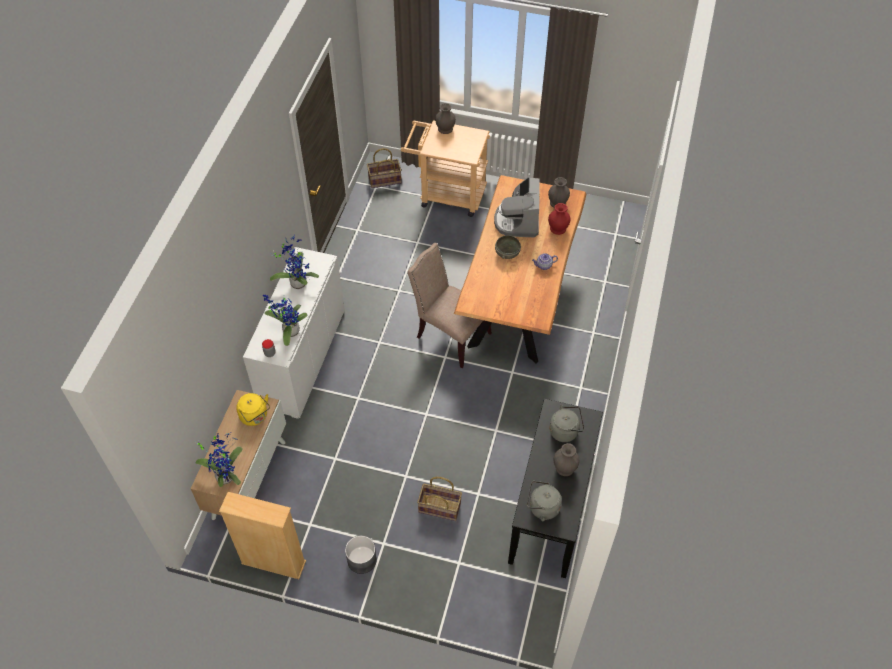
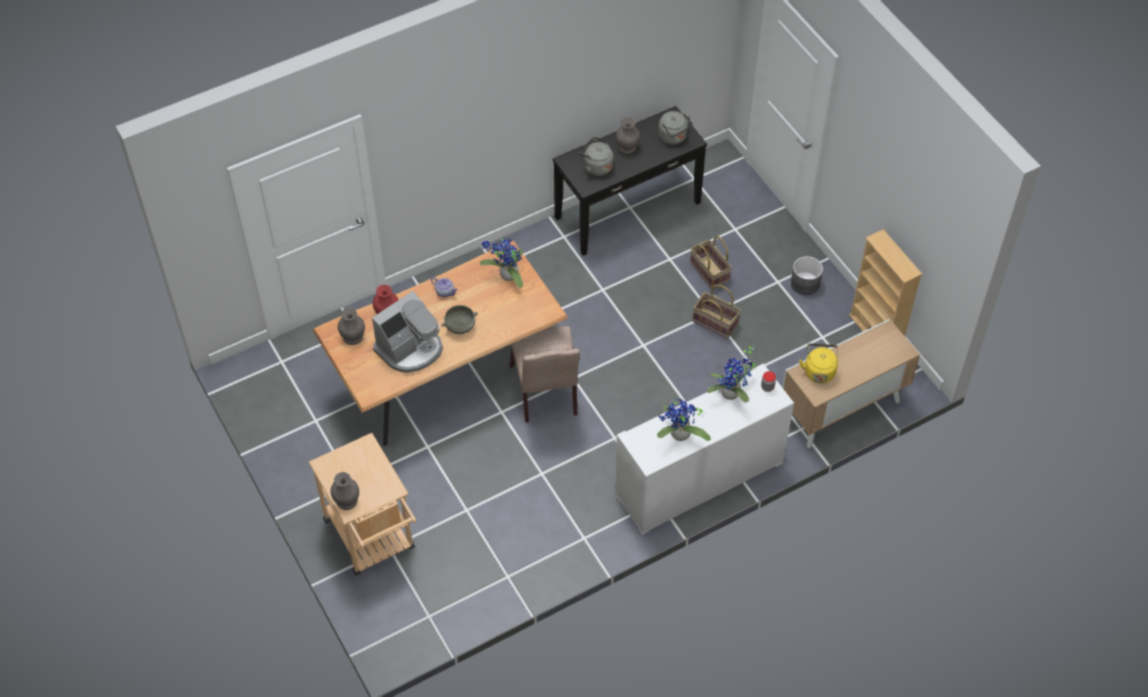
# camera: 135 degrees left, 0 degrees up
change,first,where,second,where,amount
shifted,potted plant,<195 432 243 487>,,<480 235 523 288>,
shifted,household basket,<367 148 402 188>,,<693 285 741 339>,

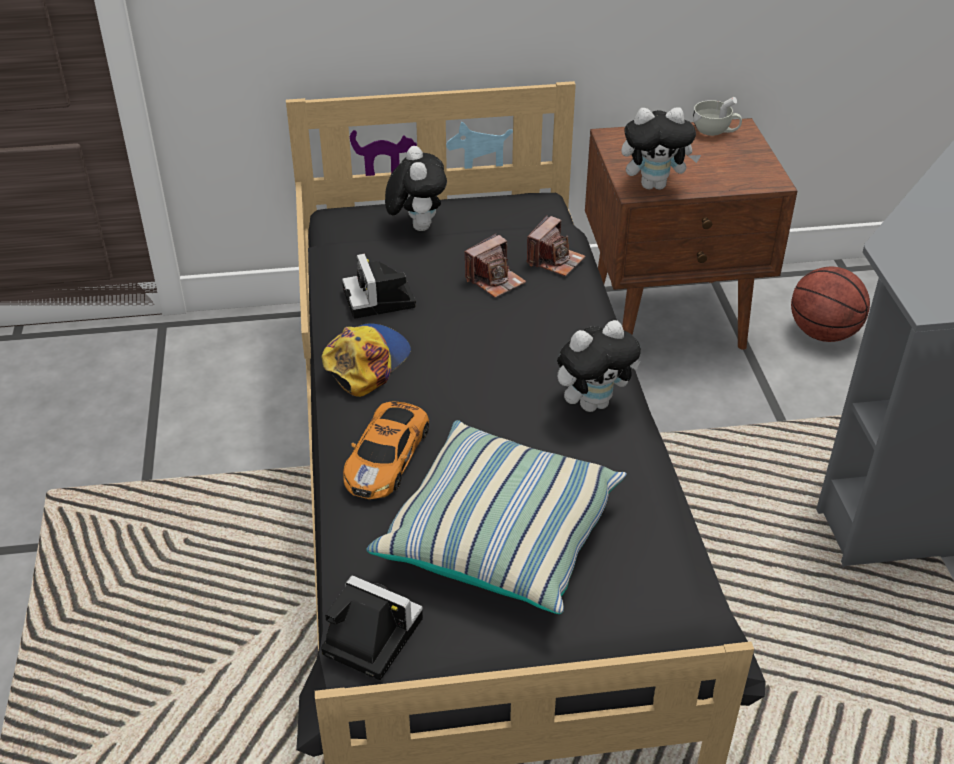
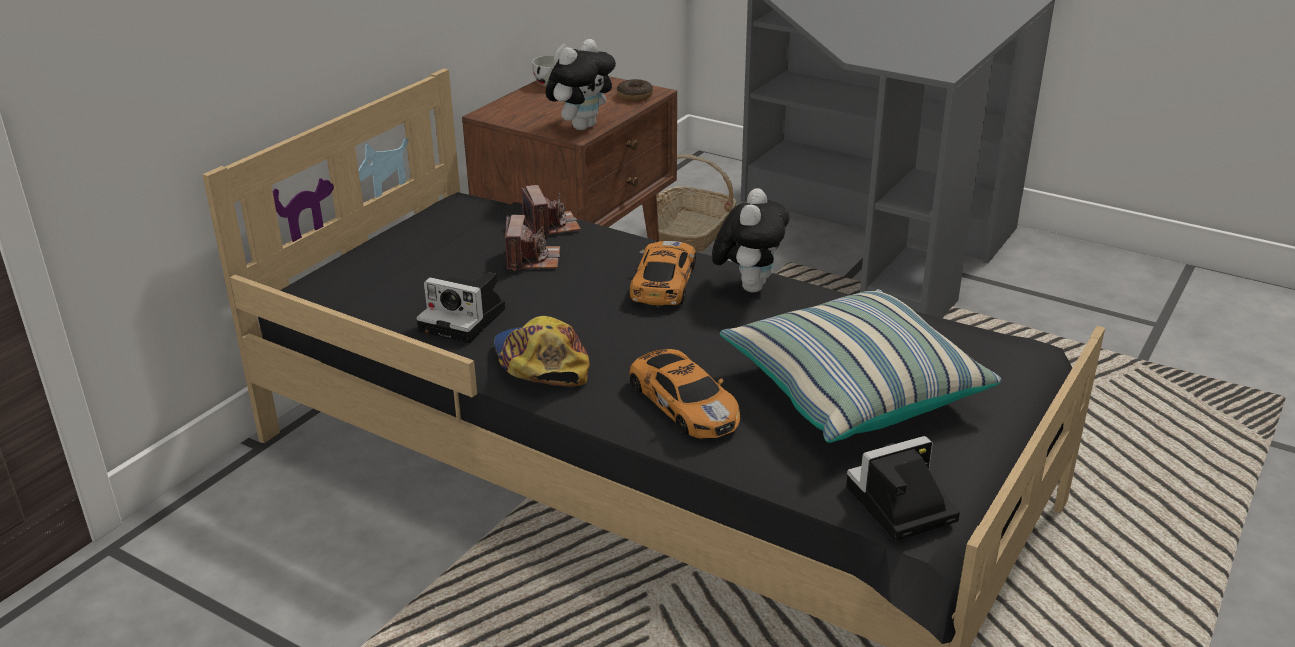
# camera: 50 degrees left, 10 degrees down
change,first,where,second,where,amount
new,,,doughnut,<617 79 653 101>,
new,,,model car,<630 241 696 306>,
swapped,basketball ball,<791 267 870 342>,household basket,<656 154 737 252>,
gone,plush toy,<385 146 447 231>,,,

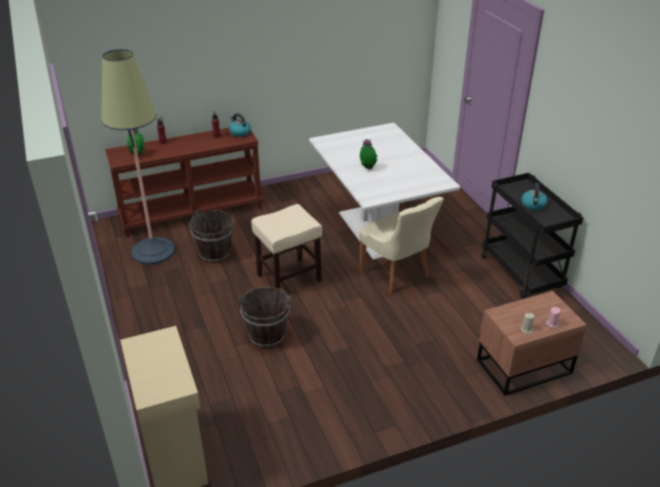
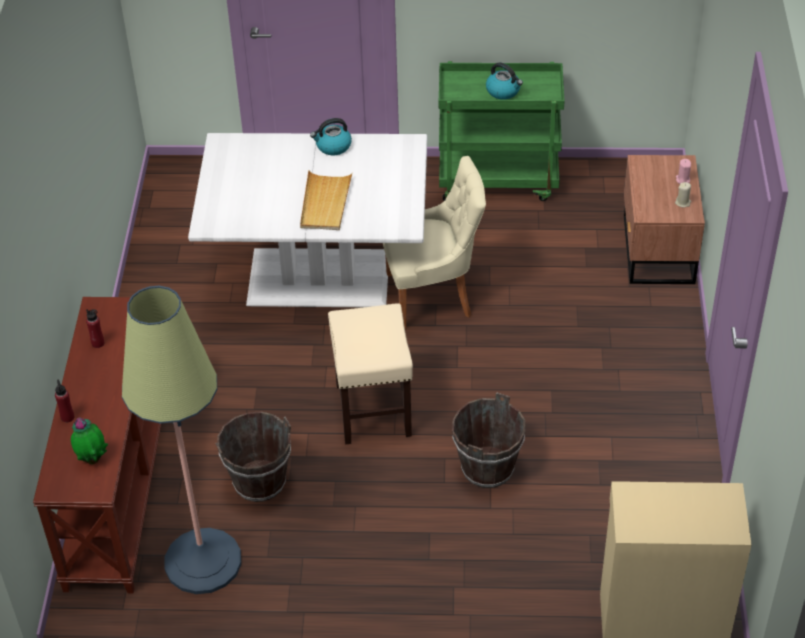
# camera: 65 degrees left, 10 degrees up
change,first,where,second,where,amount
swapped,potted plant,<360 139 377 169>,sand-coloured serving tray,<300 170 353 230>,
shifted,tea kettle,<229 113 251 137>,,<310 118 352 155>,
repainted,blackish cart,<481 173 583 299>,green cart,<439 61 564 201>,

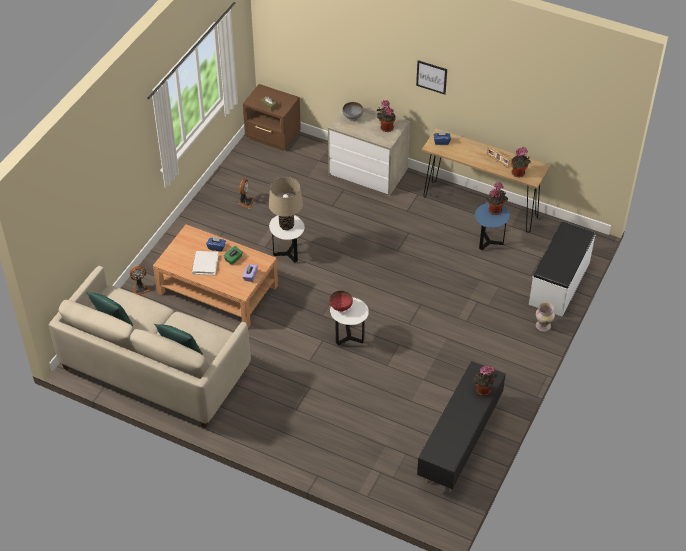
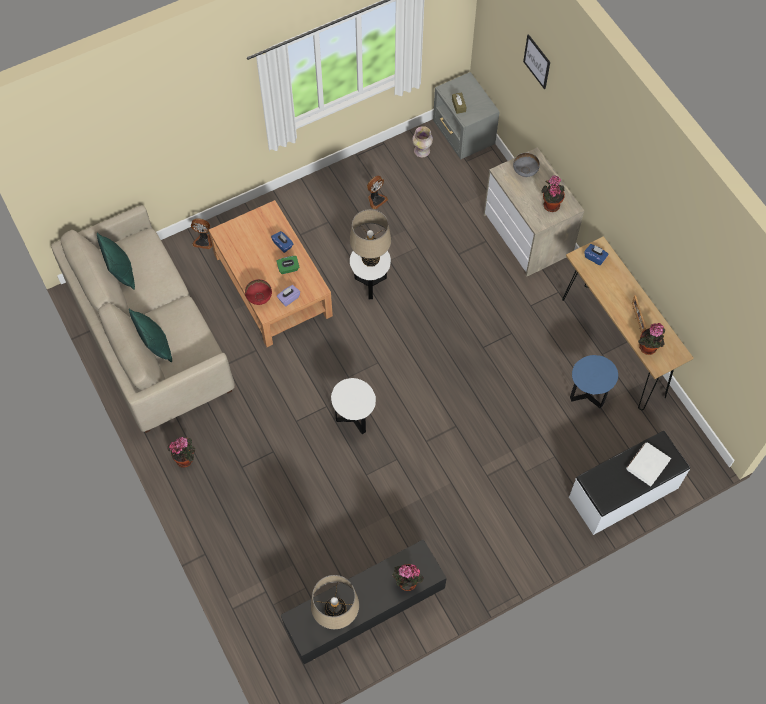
# camera: 35 degrees right, 15 degrees up
change,first,where,second,where,amount
shifted,potted plant,<486 182 508 215>,,<167 437 195 467>,
shifted,red-coloured deep dish,<330 291 353 312>,,<245 279 272 305>,
new,,,sand-coloured lamp for a table,<311 575 359 629>,
shifted,decorative vase,<536 302 555 332>,,<412 126 433 157>,
repainted,brown nightstand,<243 84 301 151>,grey nightstand,<433 72 500 159>,
shifted,picture,<416 60 447 95>,,<523 34 550 89>,
shifted,white bound book,<192 251 219 275>,,<626 443 671 486>,

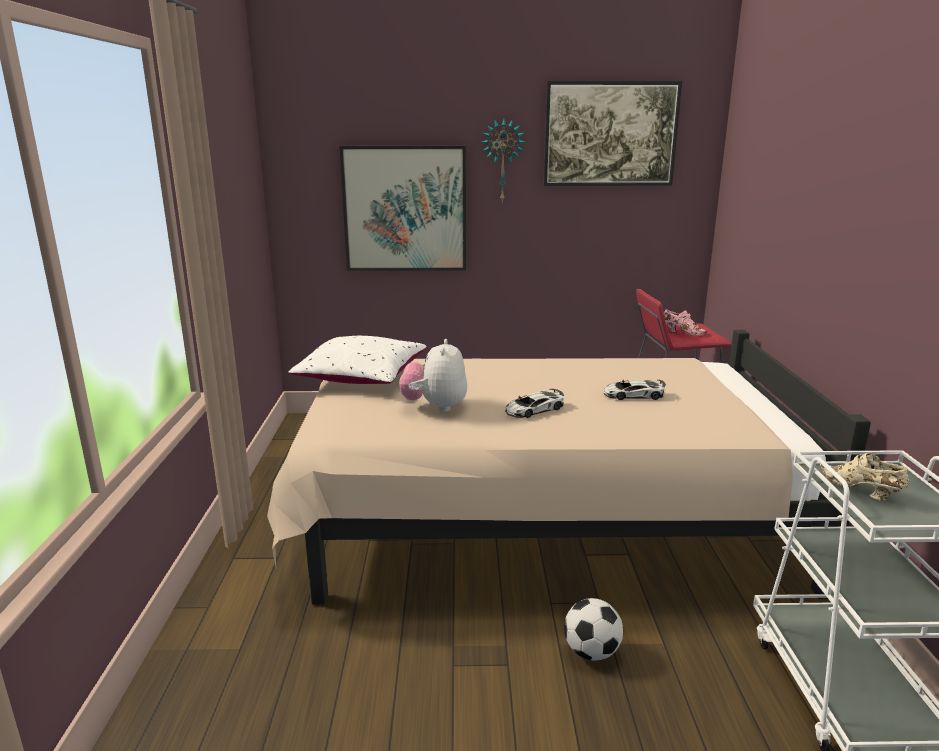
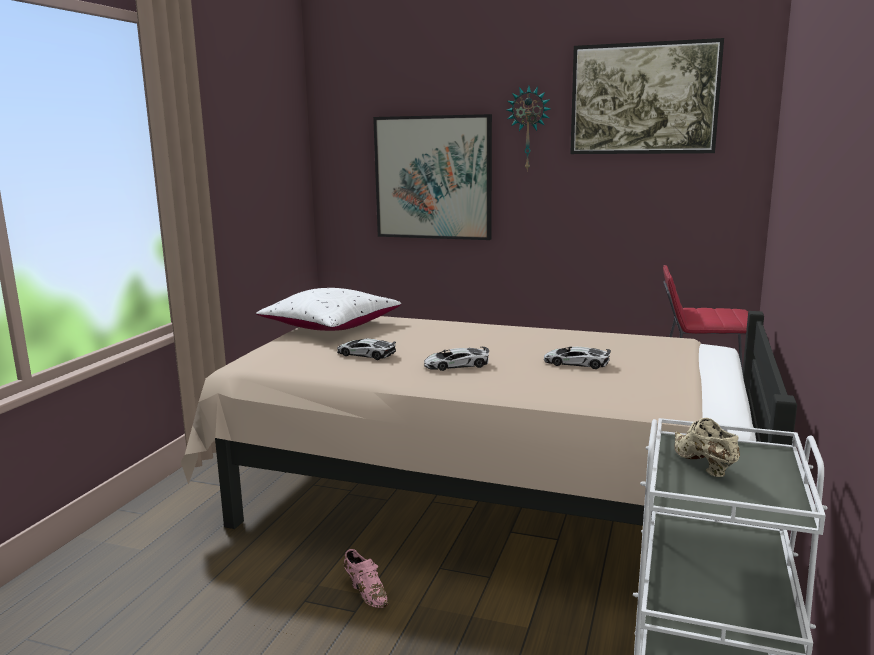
# camera: 20 degrees right, 5 degrees down
change,first,where,second,where,amount
swapped,plush toy,<399 339 467 412>,model car,<337 339 396 360>,
shifted,pink item of footwear,<664 309 708 336>,,<344 549 388 608>,
gone,ball for football,<564 598 623 661>,,,

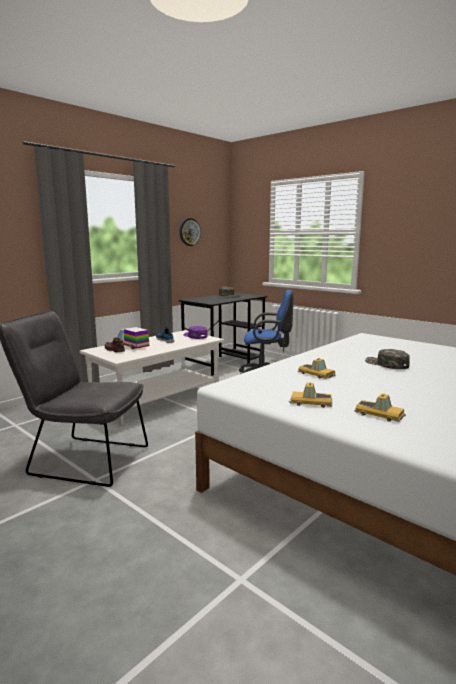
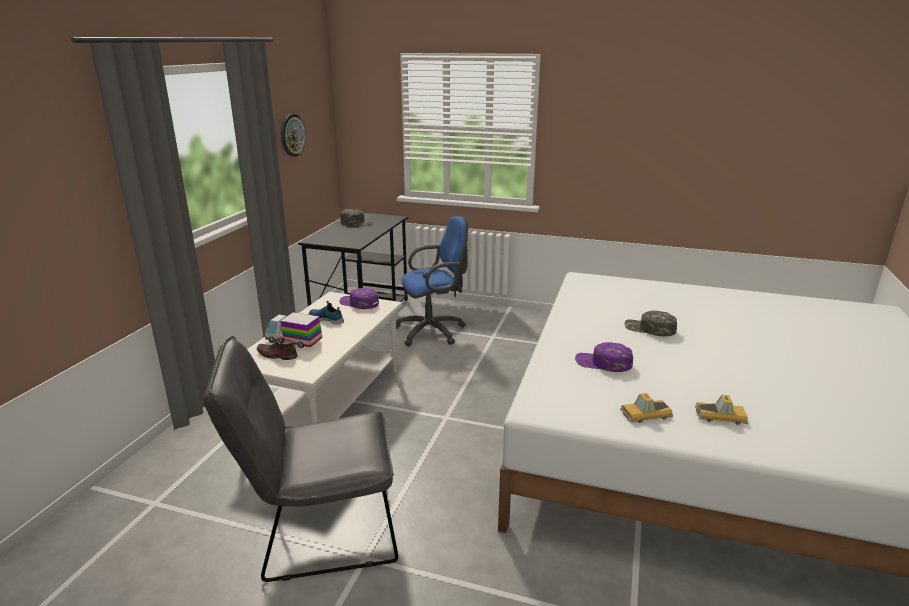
# camera: 25 degrees left, 10 degrees up
change,first,where,second,where,amount
swapped,model car,<298 358 336 379>,purple-coloured peaked cap,<575 342 633 372>,

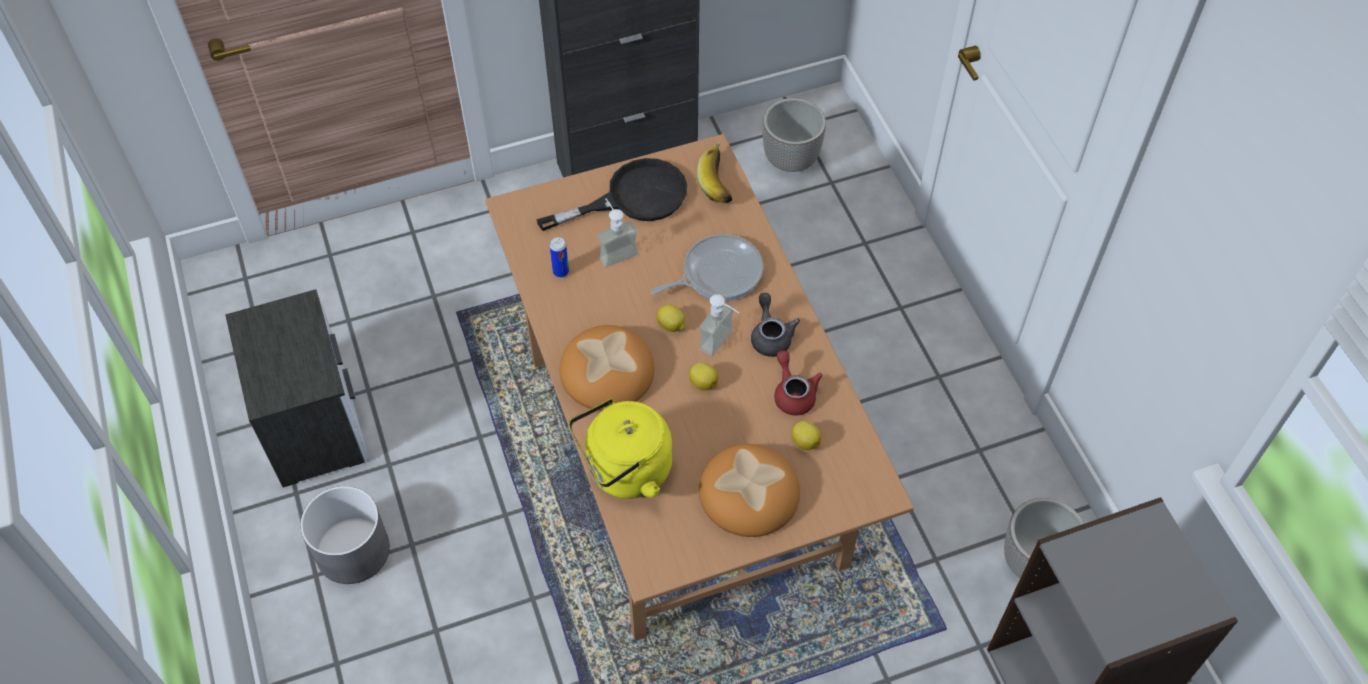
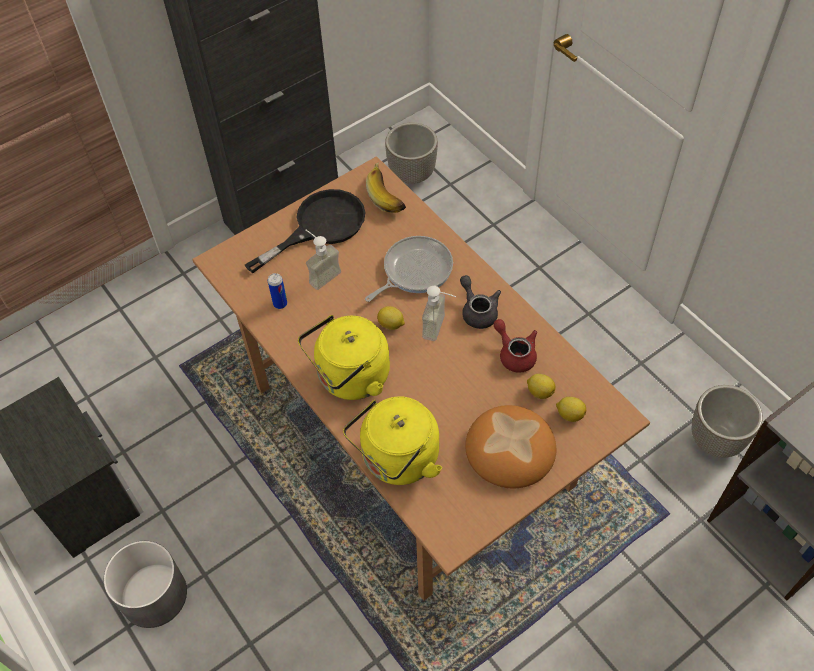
# camera: 15 degrees left, 0 degrees up
change,first,where,second,where,amount
swapped,bakery bread,<560 325 654 411>,yellow-coloured tea kettle,<298 315 390 400>,
shifted,whole lemon,<689 362 718 390>,,<556 397 586 422>,

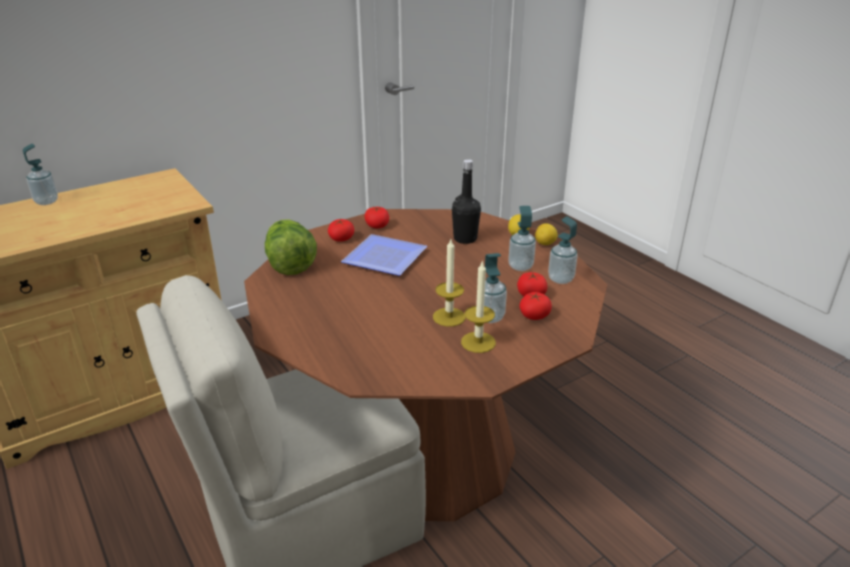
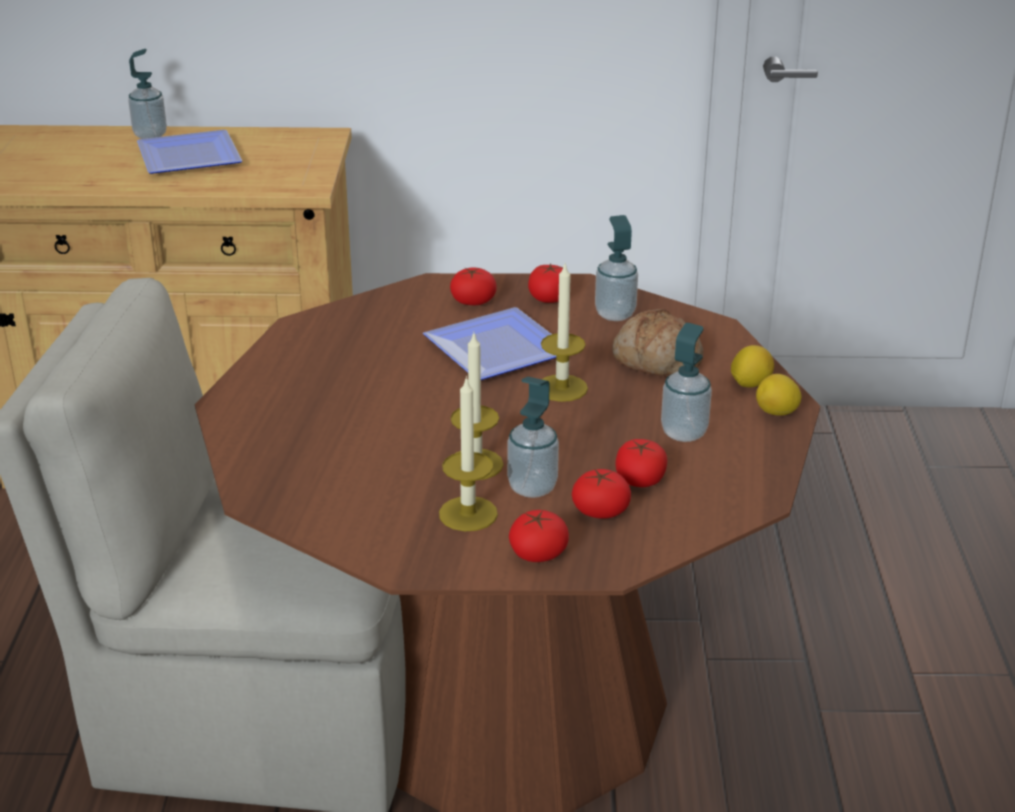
# camera: 35 degrees right, 0 degrees up
change,first,where,second,where,amount
new,,,plate,<137 130 242 174>,
new,,,tomato,<509 510 569 562>,
new,,,wax light,<541 264 588 402>,
shifted,liquid soap bottle,<548 216 578 284>,,<595 215 638 321>,
swapped,blackish drink bottle,<452 159 481 244>,bakery bread,<612 309 703 376>,
gone,head of lettuce,<265 220 317 275>,,,

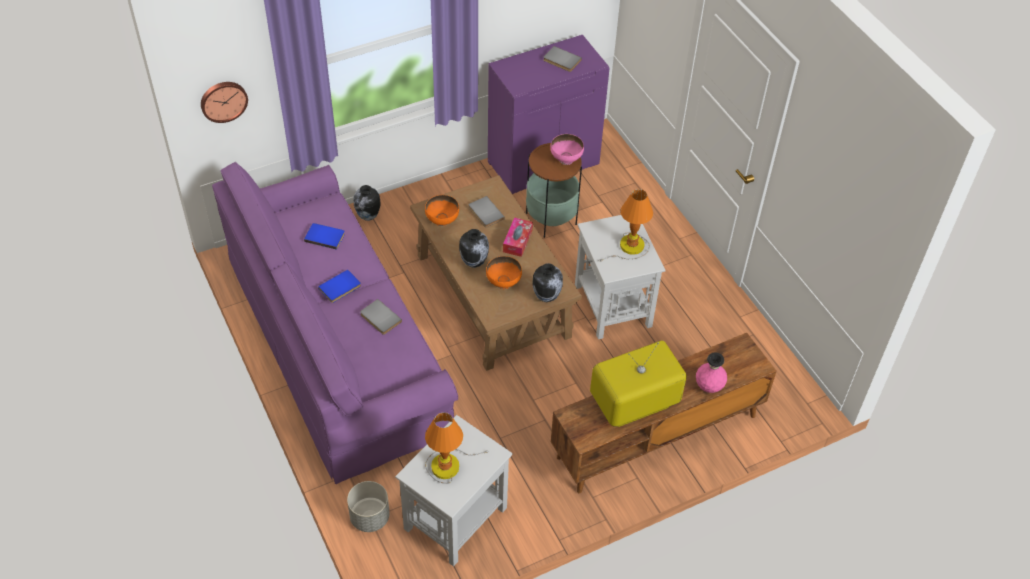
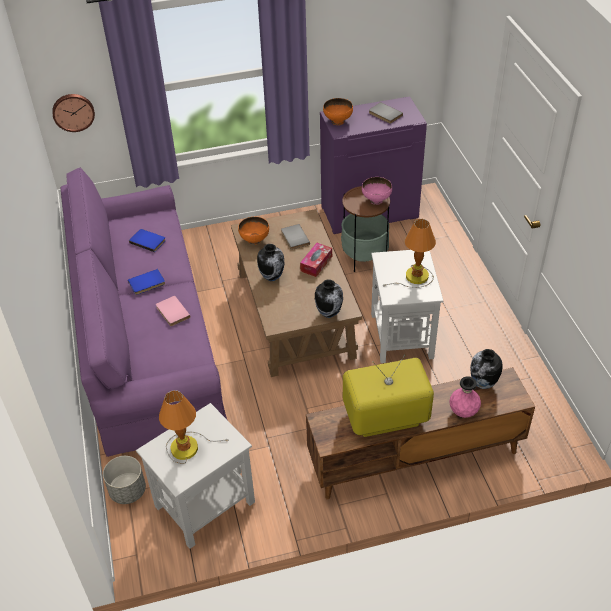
# camera: 15 degrees right, 5 degrees down
change,first,where,second,where,amount
repainted,grey bound book,<360 299 402 335>,pink bound book,<156 296 191 326>,
shifted,orange-coloured deep dish,<486 256 522 289>,,<323 98 353 125>,
shifted,decorative vase,<353 185 381 221>,,<470 349 503 389>,

